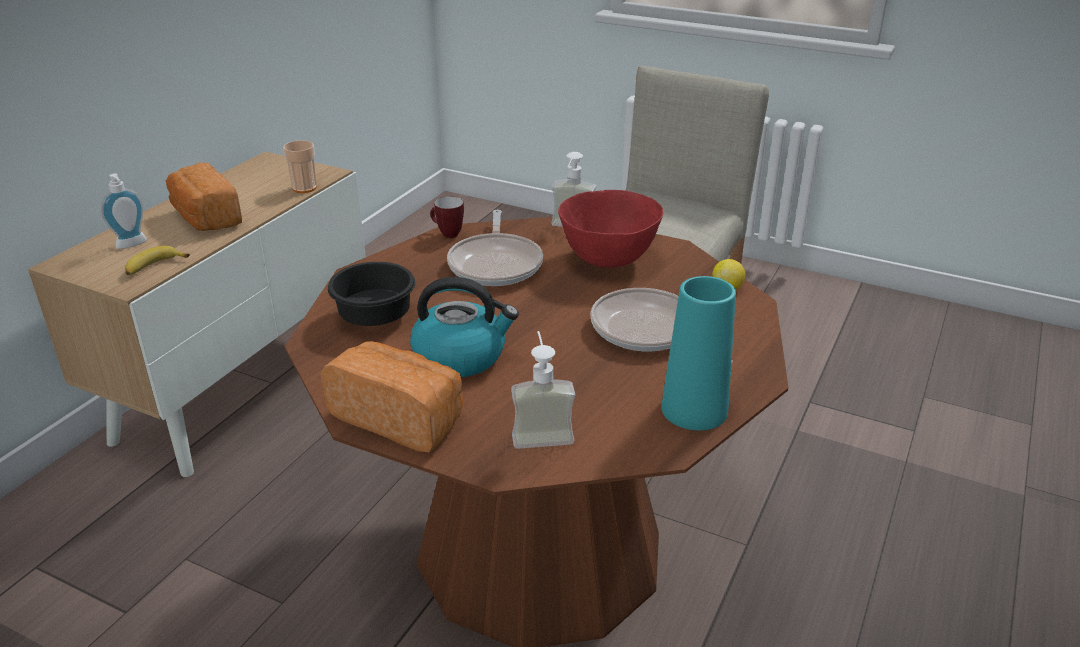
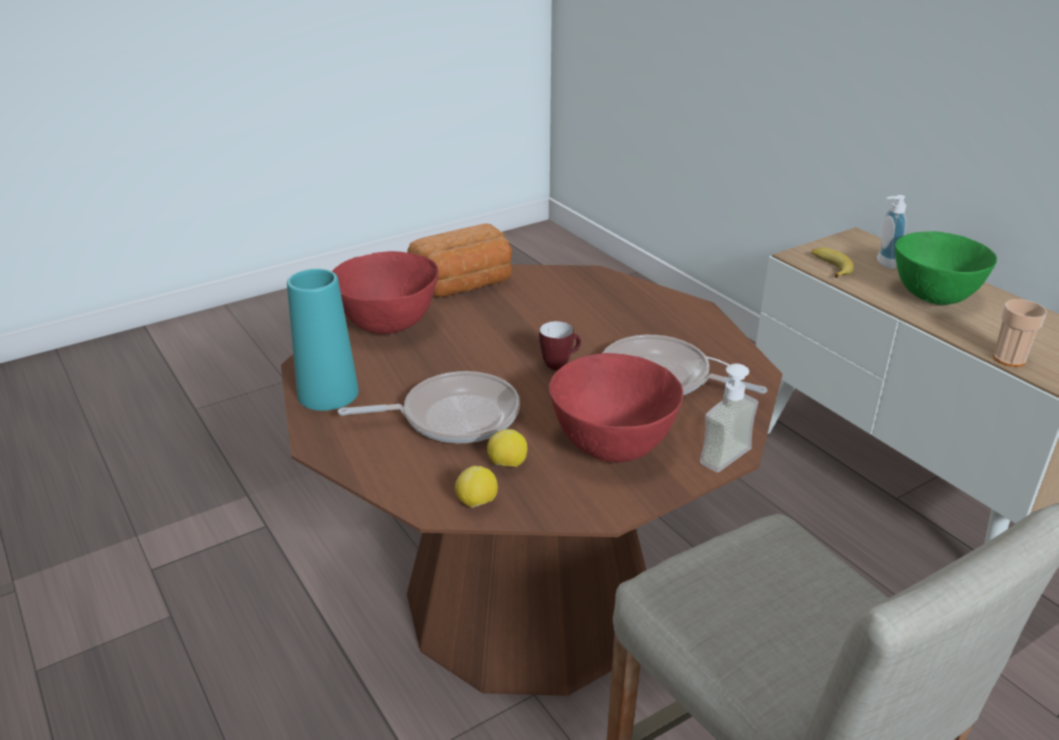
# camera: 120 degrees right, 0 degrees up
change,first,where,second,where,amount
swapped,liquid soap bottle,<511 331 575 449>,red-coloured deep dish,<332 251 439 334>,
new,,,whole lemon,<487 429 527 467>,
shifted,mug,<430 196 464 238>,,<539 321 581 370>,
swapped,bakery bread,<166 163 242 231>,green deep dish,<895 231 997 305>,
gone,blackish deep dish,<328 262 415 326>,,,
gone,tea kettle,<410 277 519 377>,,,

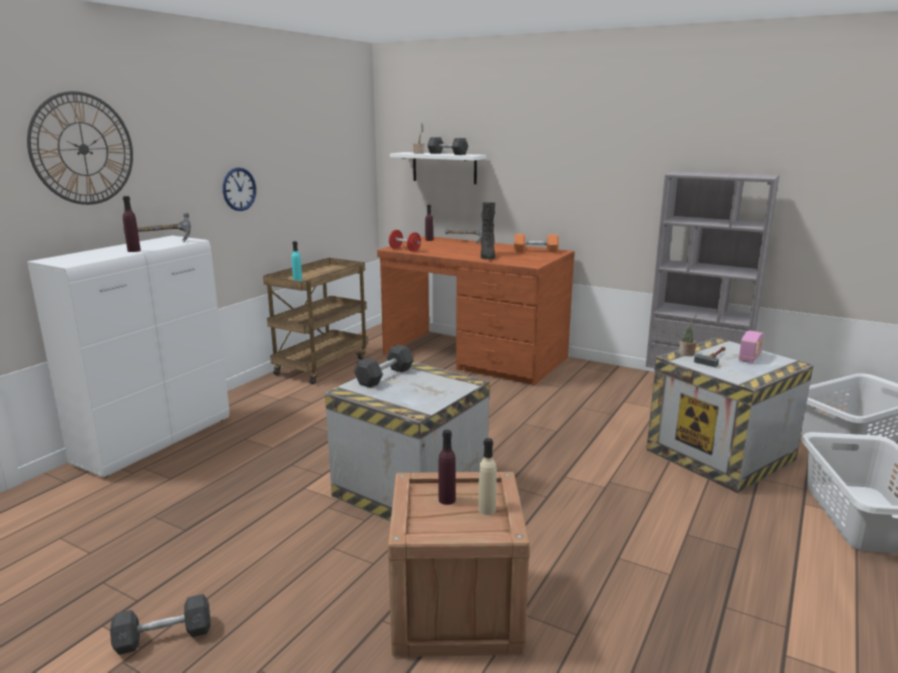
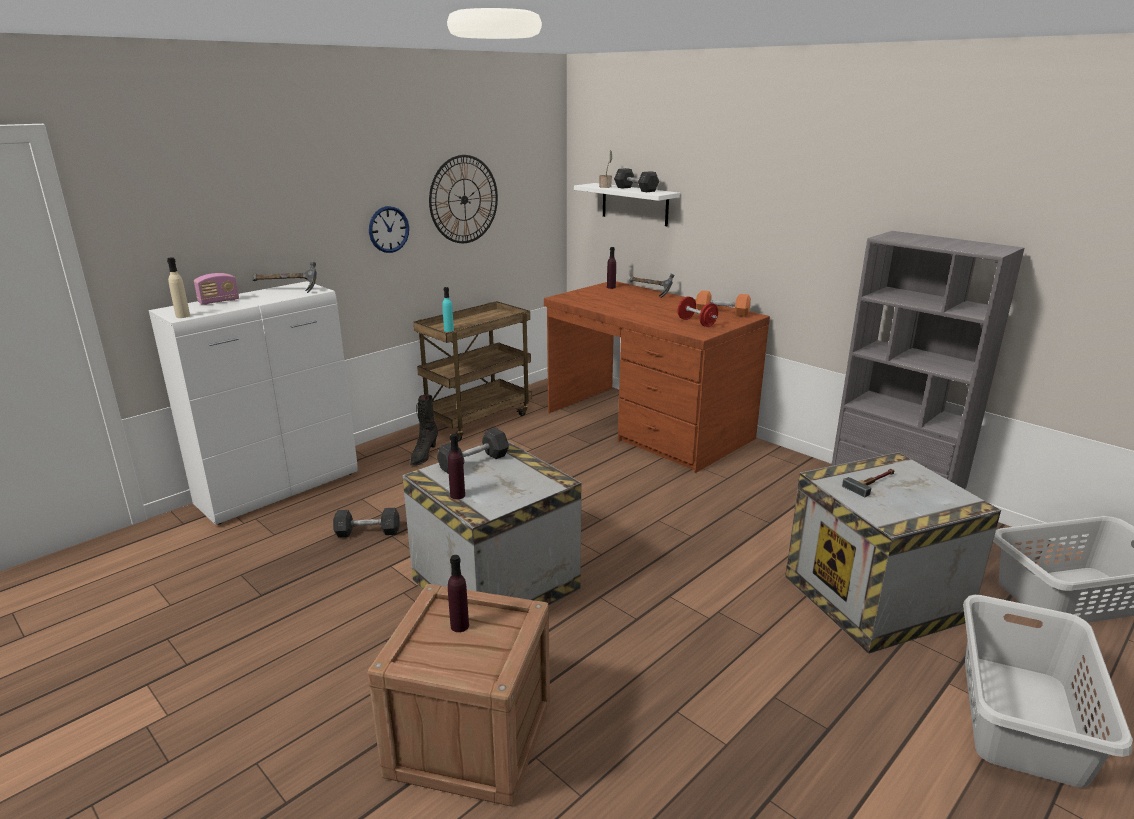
# camera: 15 degrees right, 5 degrees up
change,first,where,second,where,amount
shifted,sand-coloured drink bottle,<478 438 497 515>,,<167 257 190 318>,
shifted,radio set,<739 330 764 363>,,<194 273 239 305>,
shifted,grey free weight,<110 594 211 655>,,<333 508 400 538>,
shifted,blackish tall boot,<481 202 495 260>,,<410 395 438 466>,
shifted,wall clock,<27 91 133 205>,,<429 155 498 243>,
shifted,purple-coloured drink bottle,<123 196 141 252>,,<448 434 465 499>,
shifted,red-coloured free weight,<389 230 421 252>,,<678 296 718 327>,
gone,potted plant,<678 315 696 356>,,,

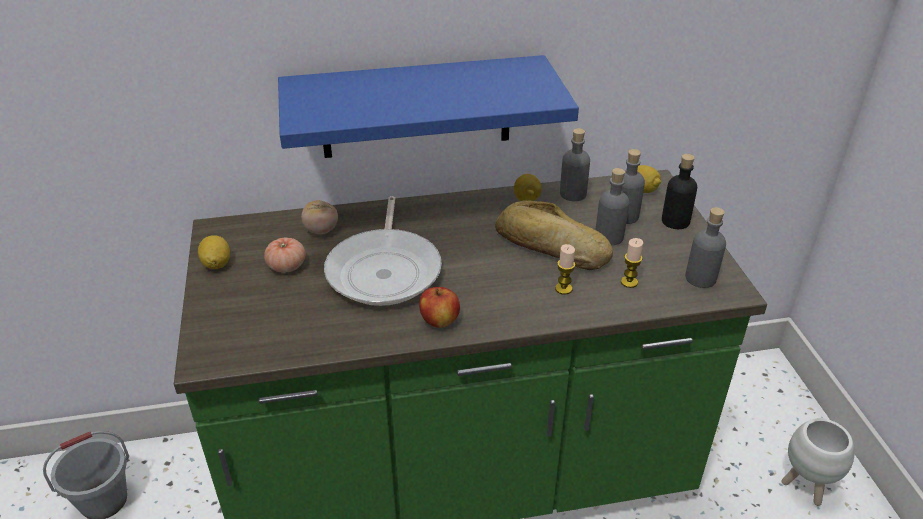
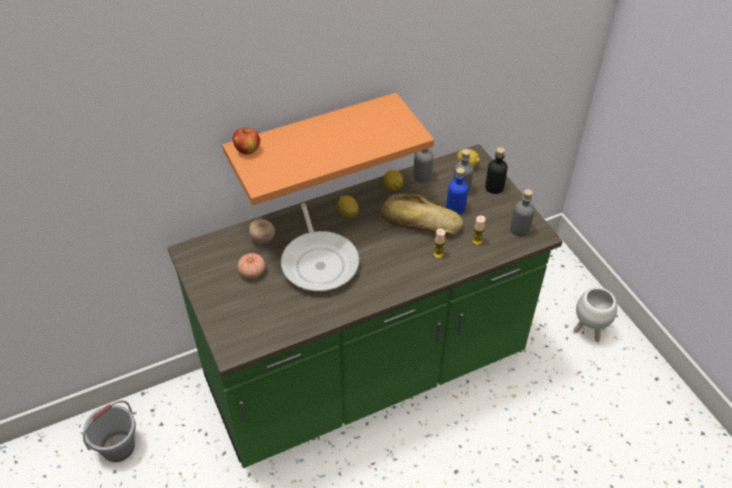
# camera: 15 degrees left, 10 degrees up
change,first,where,second,where,amount
repainted,bluish bracket shelf,<278 55 579 158>,orange-coloured bracket shelf,<222 93 434 205>,
shifted,apple,<419 287 460 328>,,<233 128 260 155>,
shifted,whole lemon,<198 235 230 269>,,<338 196 359 218>,
repainted,grey drink bottle,<595 168 629 245>,bluish drink bottle,<446 167 468 215>,

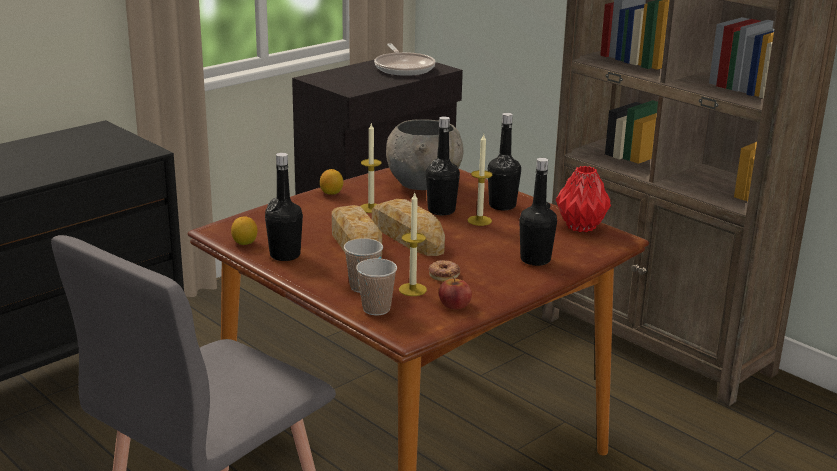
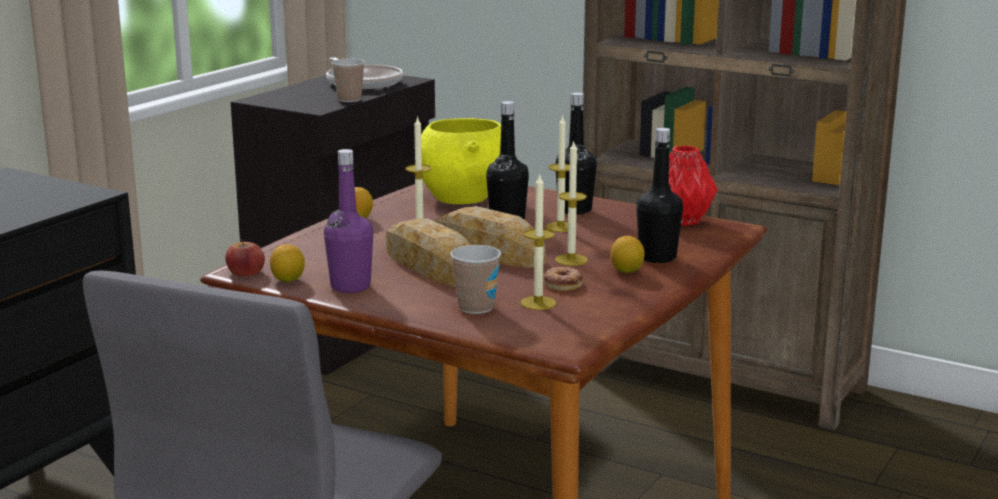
# camera: 15 degrees left, 5 degrees down
change,first,where,second,where,amount
shifted,apple,<439 277 472 309>,,<225 238 265 276>,
repainted,blackish drink bottle,<265 153 303 261>,purple-coloured drink bottle,<324 149 373 293>,
shifted,drinking cup,<356 258 397 316>,,<331 59 365 102>,
repainted,grey deep dish,<386 119 464 190>,yellow-coloured deep dish,<421 118 501 204>,
new,,,wax light,<555 140 588 266>,
new,,,whole lemon,<611 236 645 273>,

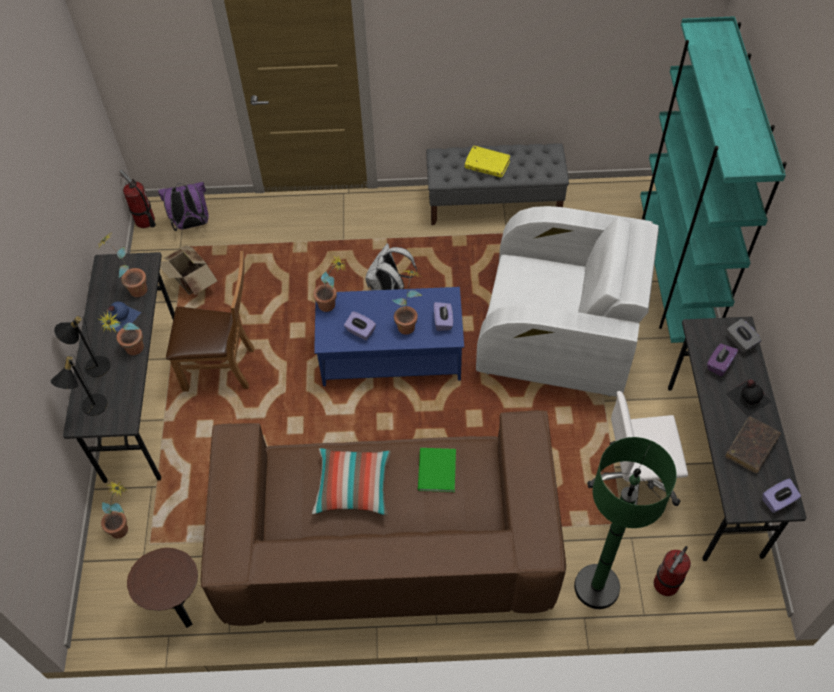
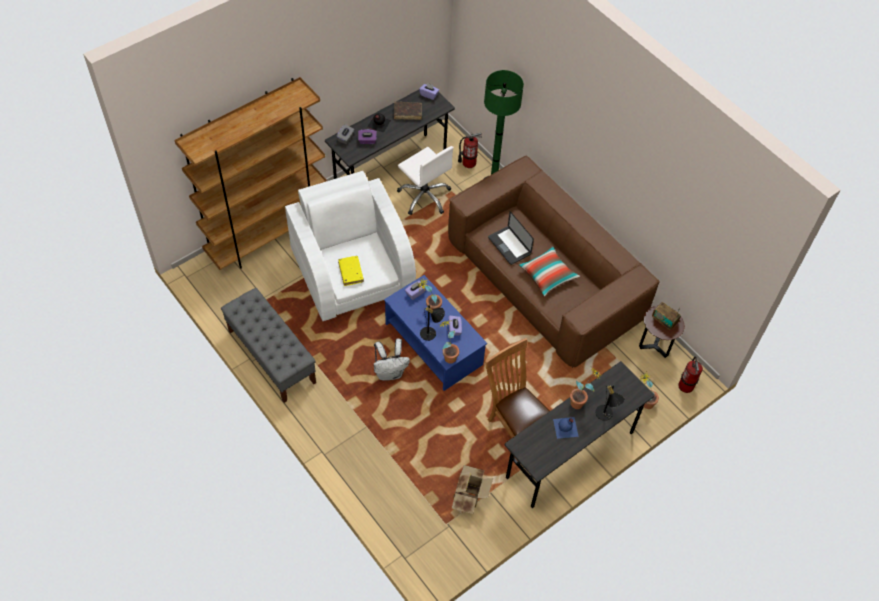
# camera: 130 degrees left, 0 degrees up
change,first,where,second,where,amount
repainted,turquoise-coloured bookshelf,<640 16 787 343>,brown bookshelf,<175 77 327 270>,
shifted,yellow-coloured bound book,<465 146 510 178>,,<338 256 364 286>,
shifted,blackish lamp for a table,<51 354 108 416>,,<420 305 445 341>,
swapped,green bound book,<418 448 456 492>,notebook computer,<488 211 534 265>,
new,,,radio set,<652 302 681 330>,
shifted,fire extinguisher,<119 170 156 228>,,<678 357 703 393>,
gone,potted plant,<97 233 147 297>,,,
gone,purple-coloured backpack,<158 182 208 231>,,,

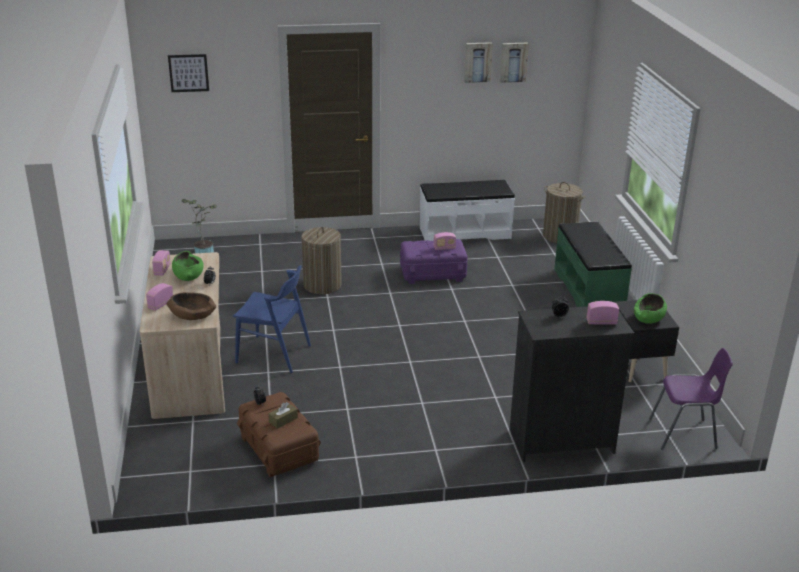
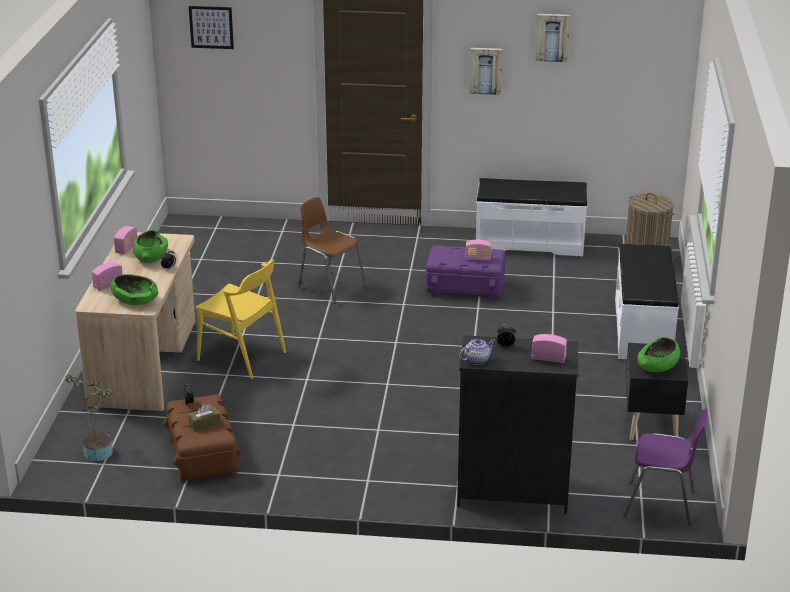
# camera: 15 degrees right, 0 degrees up
change,first,where,second,where,amount
shifted,potted plant,<182 199 217 253>,,<65 375 113 461>,
repainted,brown deep dish,<167 292 216 320>,green deep dish,<110 274 158 305>,
repainted,bluish upright chair,<233 265 311 373>,yellow-coloured upright chair,<195 259 286 379>,
swapped,laundry basket,<301 227 342 294>,brown upright chair,<298 197 367 304>,
new,,,teapot,<459 339 495 365>,
shifted,picture,<500 43 529 83>,,<469 48 502 95>,
repainted,green indoor bench,<554 222 632 307>,white indoor bench,<615 244 679 359>,

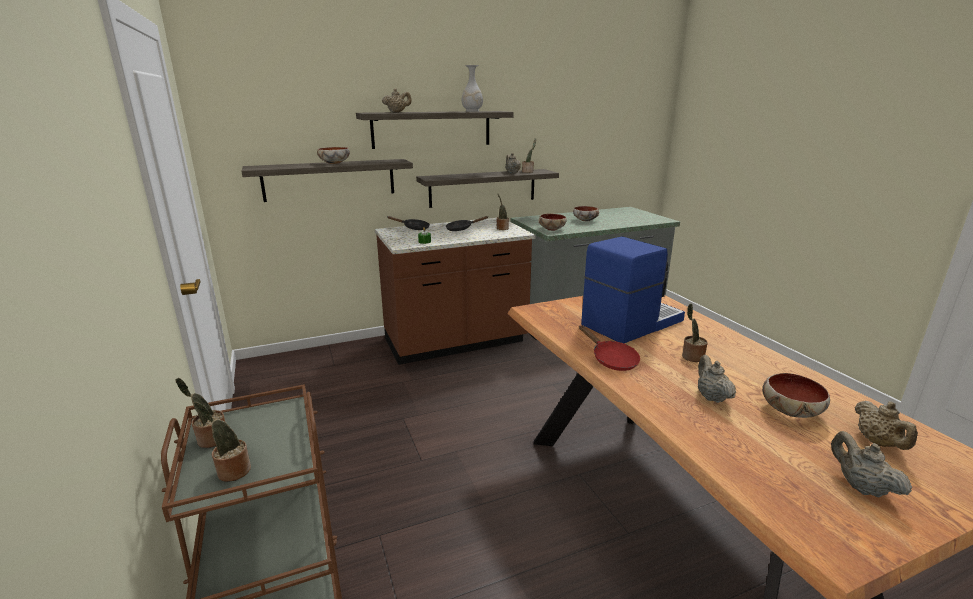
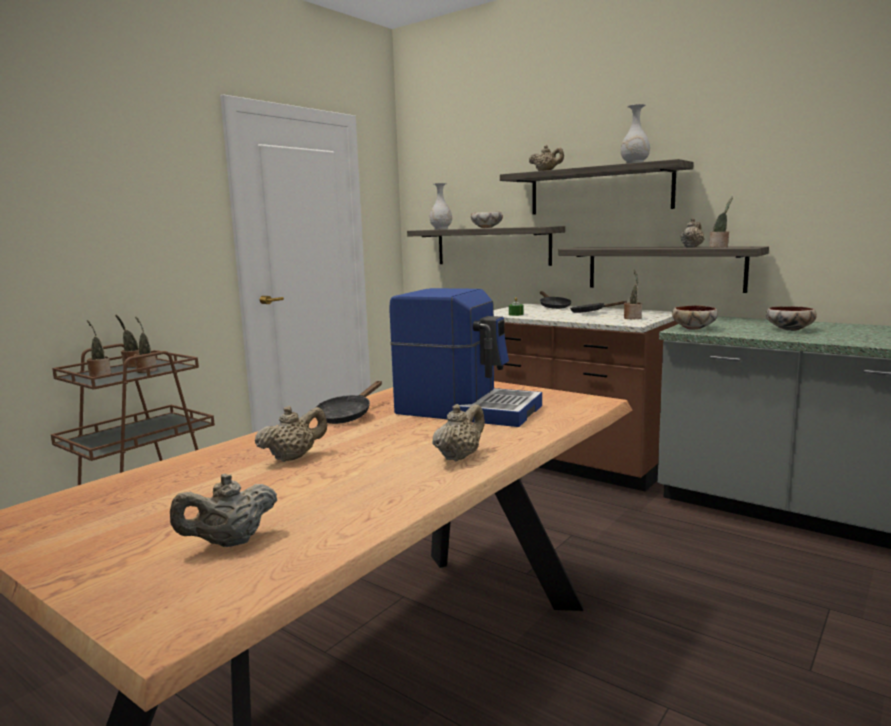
# camera: 60 degrees right, 10 degrees down
change,first,where,second,where,amount
shifted,potted plant,<682 304 708 362>,,<134 316 157 373>,
repainted,red-coloured pan,<579 325 640 371>,blackish pan,<315 381 382 424>,
new,,,white decorative vase,<430 183 452 230>,
shifted,sand-coloured teapot,<831 431 912 497>,,<433 404 485 461>,
gone,deep dish,<762 373 830 418>,,,

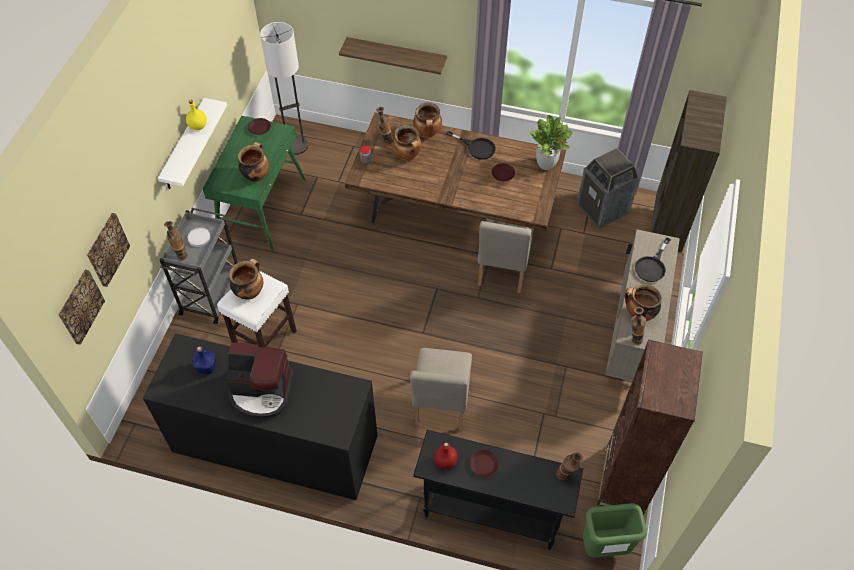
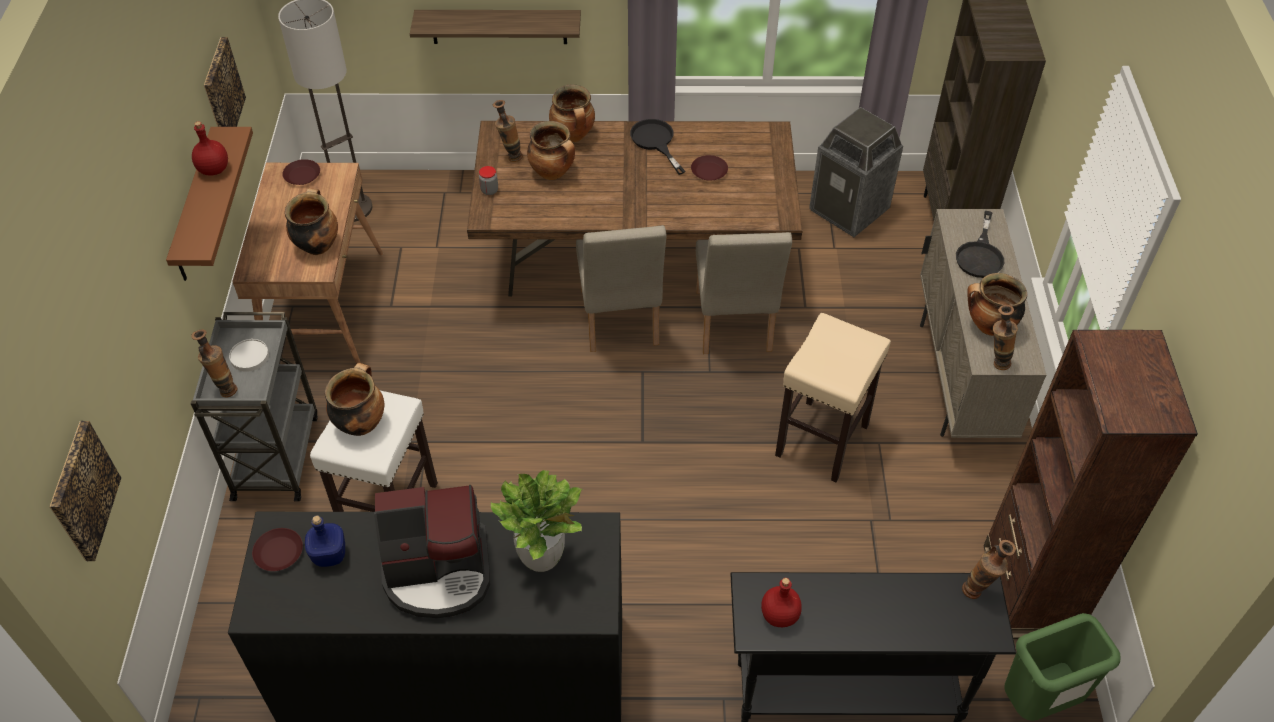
# camera: 15 degrees left, 5 degrees down
change,first,where,second,where,amount
repainted,white bracket shelf,<158 98 227 189>,brown bracket shelf,<166 127 253 281>,
repainted,yellow-coloured drink bottle,<186 100 207 130>,red-coloured drink bottle,<192 121 228 176>,
shifted,picture,<87 213 130 287>,,<204 37 246 127>,
repainted,green desk,<203 116 306 251>,brown desk,<232 163 383 364>,
shifted,brown plate,<469 449 499 477>,,<252 528 303 571>,
shifted,potted plant,<530 115 573 170>,,<491 470 583 572>,
shifted,sand-coloured upright chair,<410 348 472 431>,,<576 225 666 352>,
rotated,blackish pan,<446 131 496 160>,,<630 119 685 175>,135 degrees counterclockwise
new,,,sand-coloured sitting stool,<775 313 891 482>,

